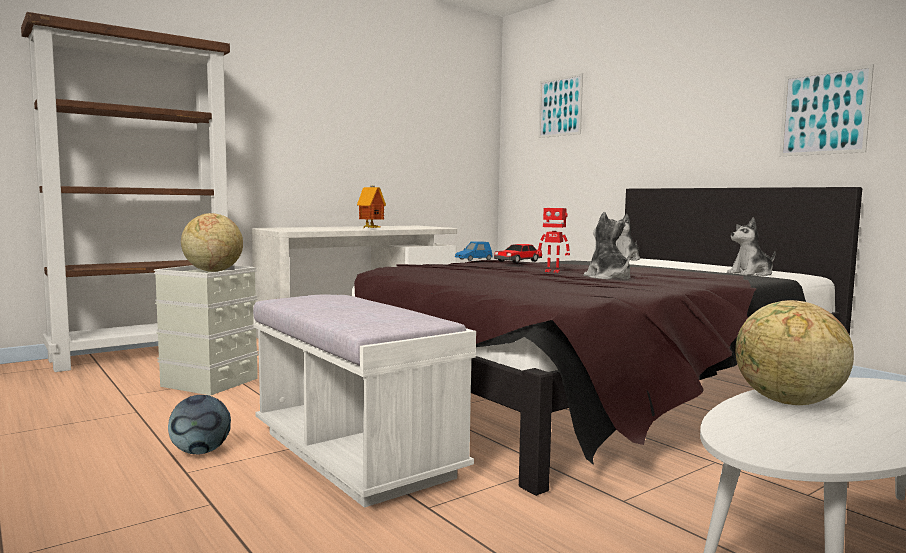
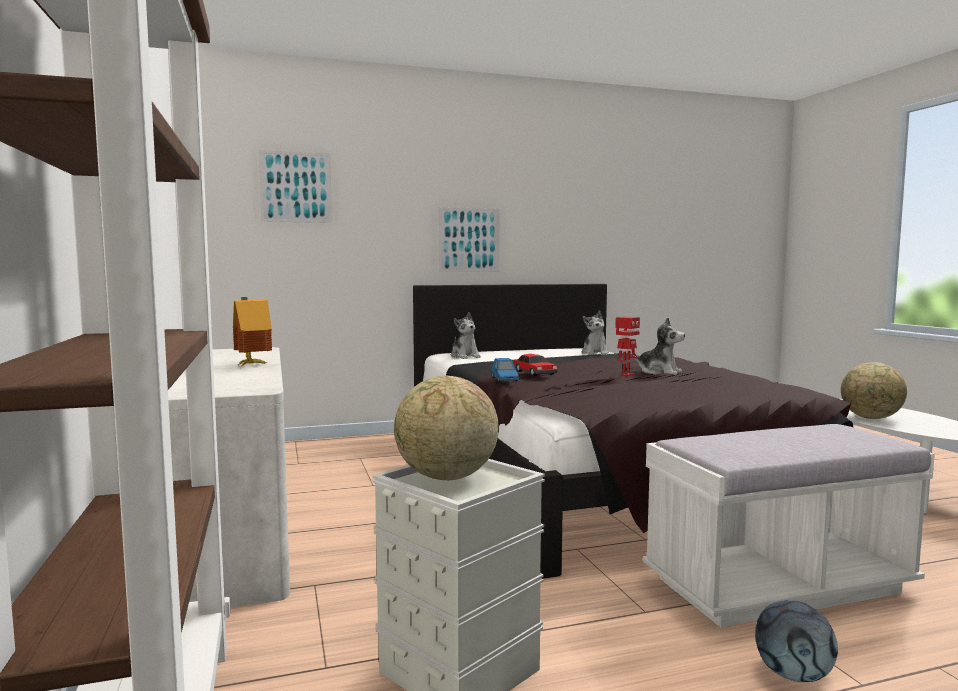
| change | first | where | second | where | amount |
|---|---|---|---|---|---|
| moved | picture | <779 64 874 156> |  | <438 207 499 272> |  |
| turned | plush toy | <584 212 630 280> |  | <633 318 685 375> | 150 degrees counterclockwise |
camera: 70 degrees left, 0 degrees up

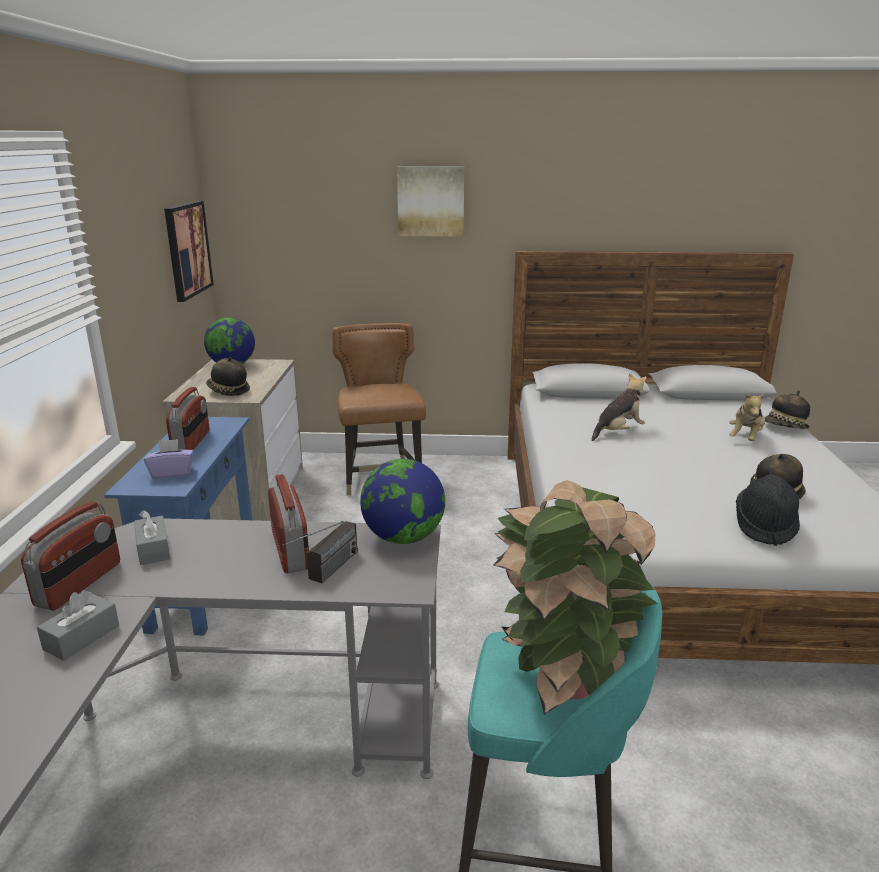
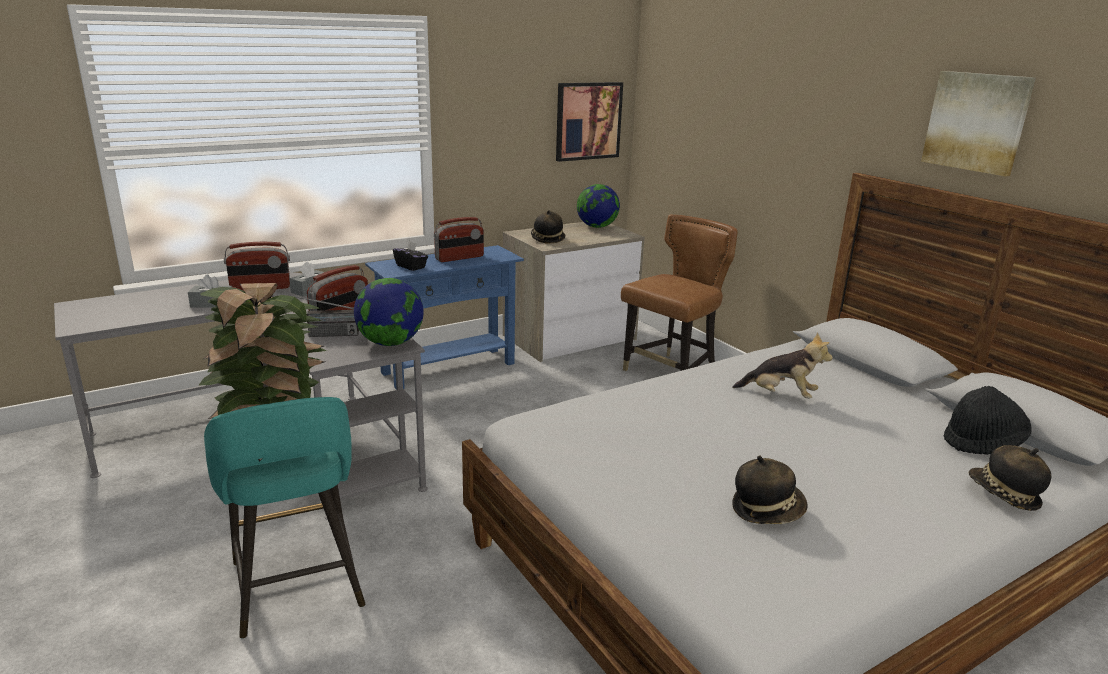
| change | first | where | second | where | amount |
|---|---|---|---|---|---|
| recoloured | box of tissues/purple-coloured | <144 439 194 479> | box of tissues/black | <393 241 428 271> |  |
| moved | picture | <397 166 464 237> |  | <921 71 1036 177> |  |
| moved | clothing hat/black | <736 474 800 546> |  | <944 386 1032 455> |  |
| removed | plush toy | <729 393 765 441> |  |  |  |
camera: 55 degrees right, 0 degrees up

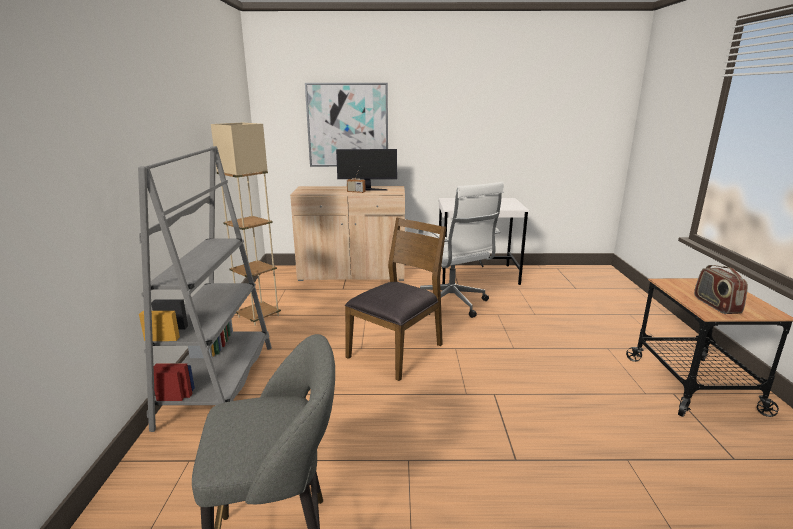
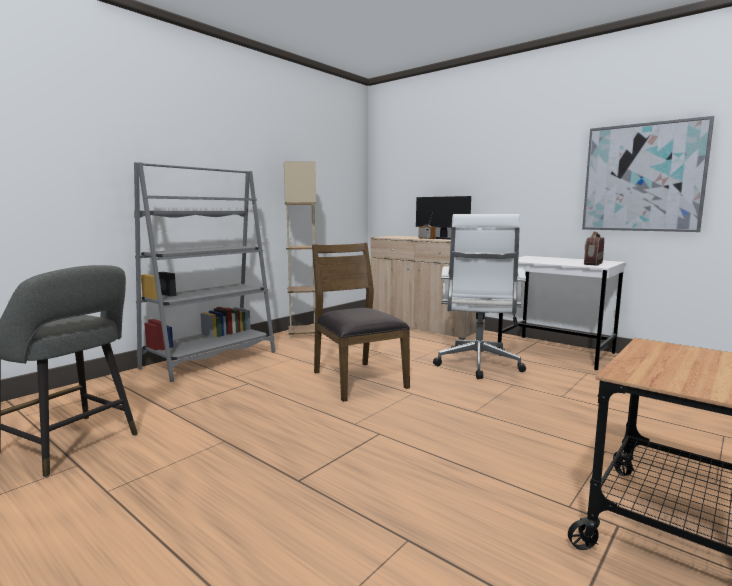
| change | first | where | second | where | amount |
|---|---|---|---|---|---|
| turned | chair/brown | <345 218 446 381> |  | <312 243 410 402> | 105 degrees counterclockwise |
| moved | picture | <305 83 388 167> |  | <582 116 714 232> |  |
| moved | radio set | <694 265 748 314> |  | <584 231 604 266> |  |
camera: 40 degrees right, 10 degrees down

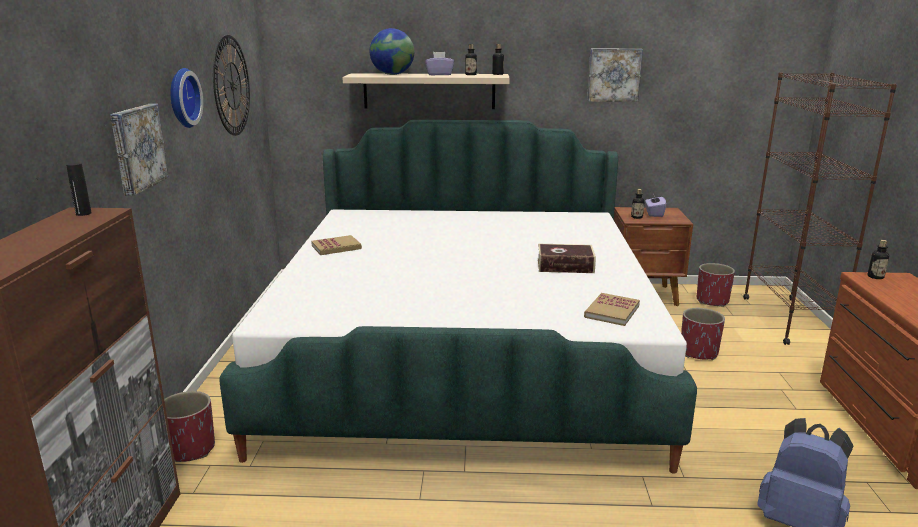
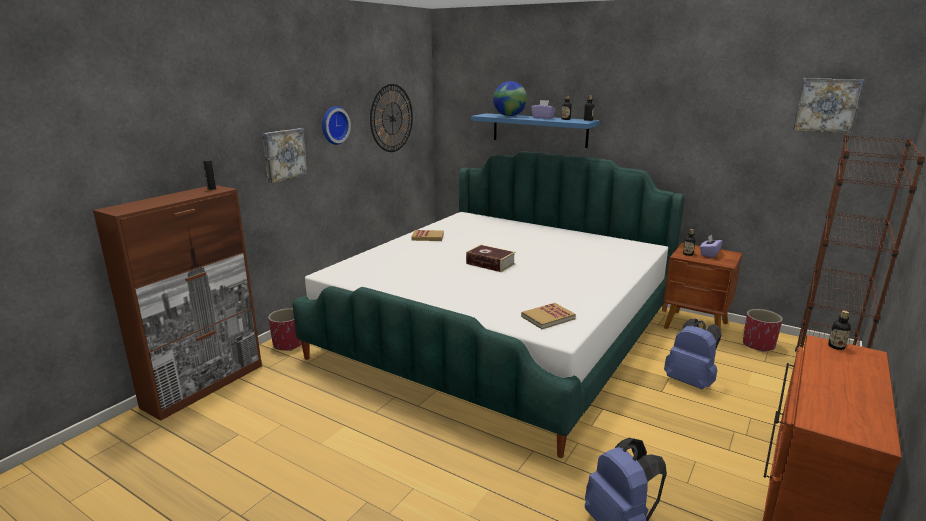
| change | first | where | second | where | amount |
|---|---|---|---|---|---|
| moved | bound book | <538 244 596 273> |  | <466 245 516 272> |  |
| recoloured | wall shelf/beige-coloured | <342 73 510 109> | wall shelf/blue-coloured | <471 113 600 148> |  |
| replaced | planter/red | <681 308 725 360> | backpack/blue-coloured | <664 319 722 389> |  |
| moved | picture | <587 49 643 102> |  | <793 78 864 134> |  |
camera: 30 degrees right, 0 degrees up

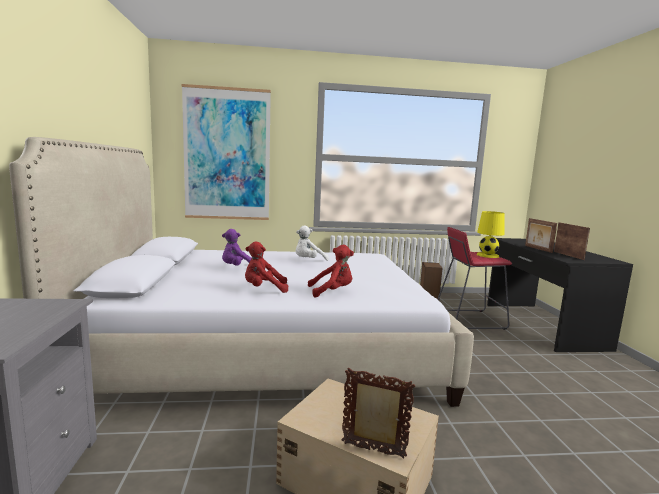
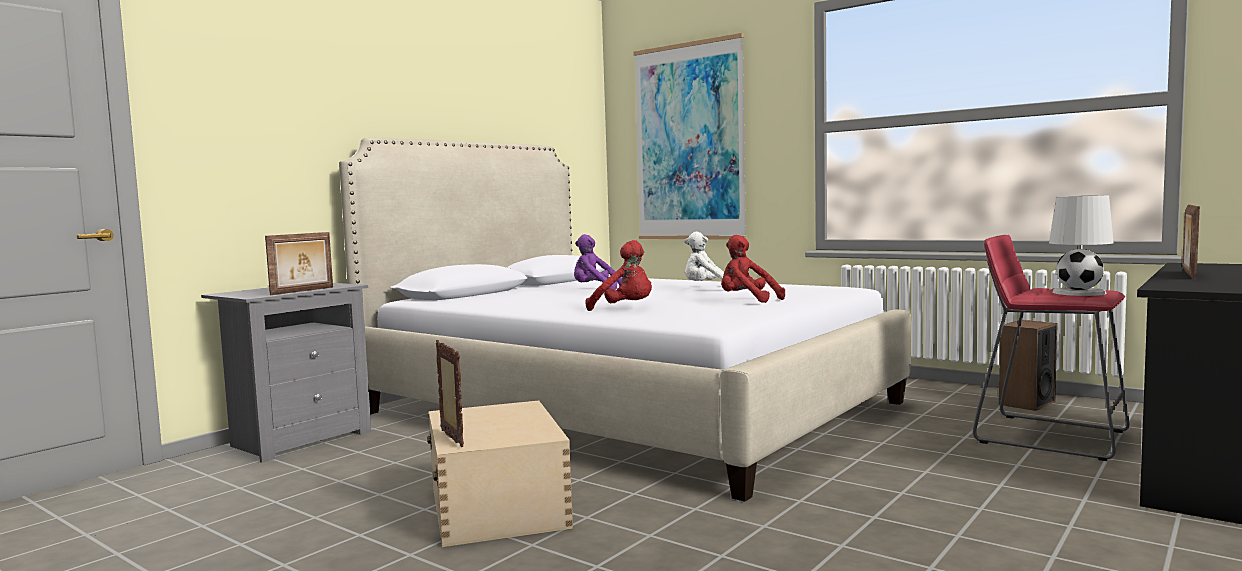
| change | first | where | second | where | amount |
|---|---|---|---|---|---|
| moved | photo frame | <554 222 590 260> |  | <265 232 333 295> |  |
| moved | plush toy/red | <245 241 288 293> |  | <721 235 785 303> |  |
| recoloured | lamp for a table/yellow | <477 211 505 258> | lamp for a table/whitish | <1049 195 1114 296> |  |
camera: 45 degrees right, 5 degrees down

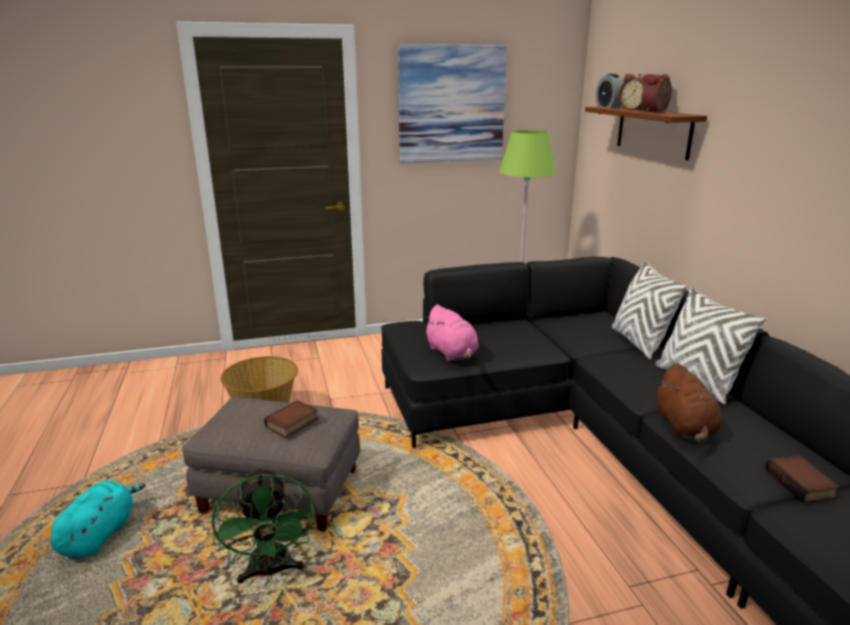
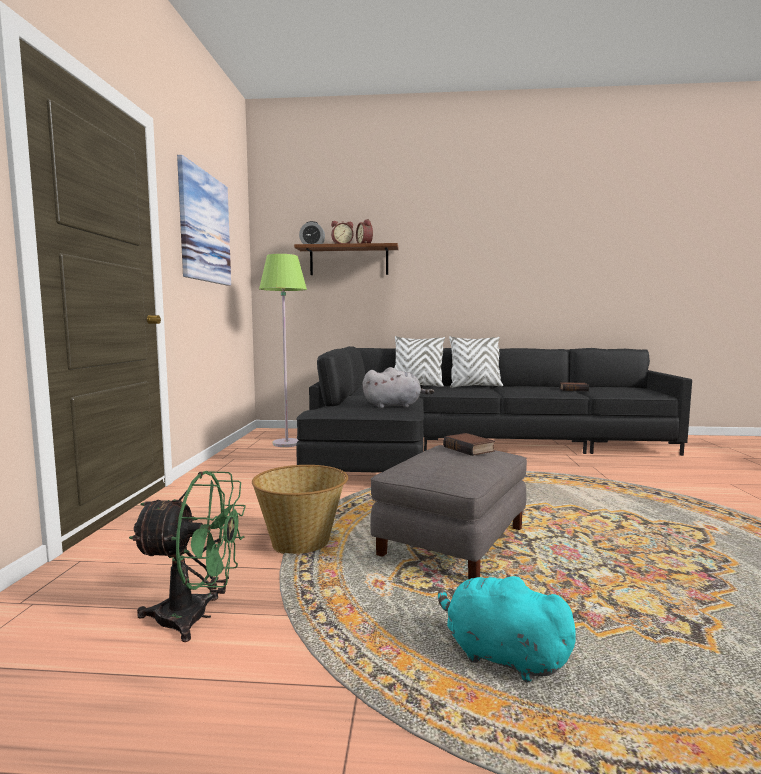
| change | first | where | second | where | amount |
|---|---|---|---|---|---|
| moved | cooling fan/green-coloured | <212 467 315 583> |  | <129 471 246 642> |  |
| recoloured | plush toy/pinkish | <423 305 479 361> | plush toy/gray | <362 367 434 408> |  |
| removed | plush toy/brown | <657 363 722 443> |  |  |  |
camera: 70 degrees left, 15 degrees down

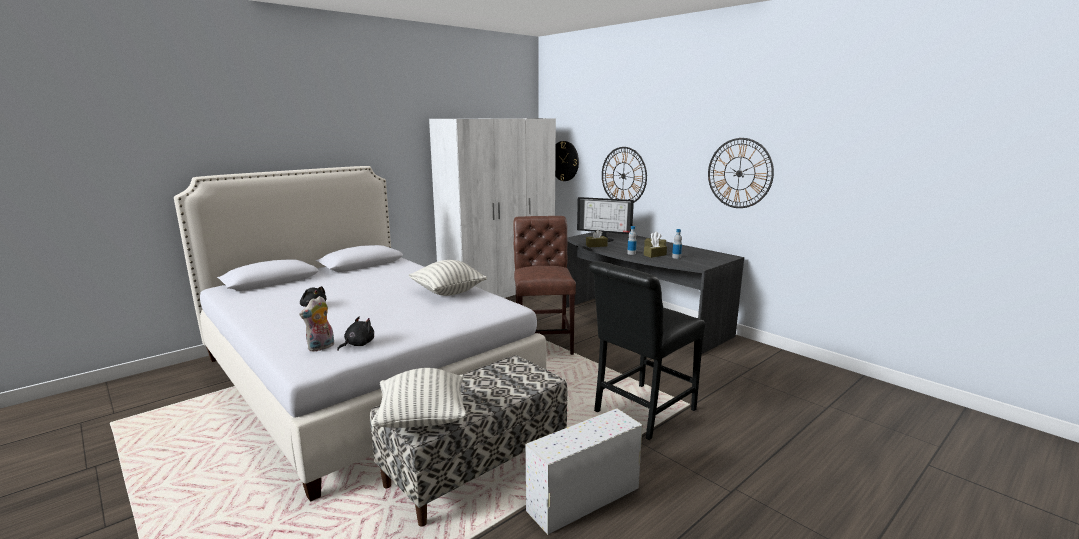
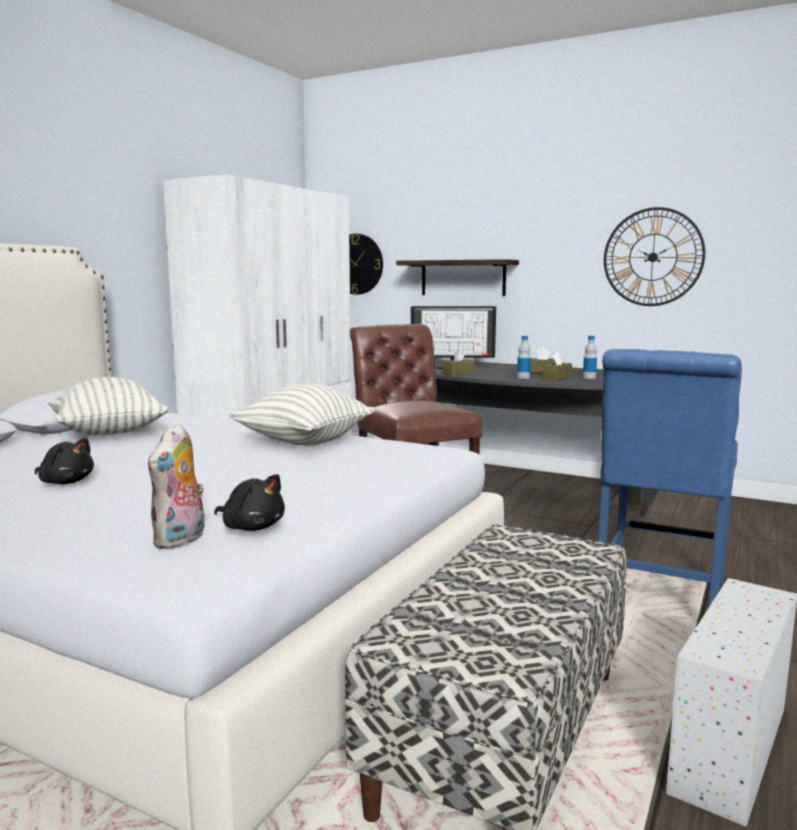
| change | first | where | second | where | amount |
|---|---|---|---|---|---|
| moved | throw pillow | <371 368 467 428> |  | <48 377 169 435> |  |
| turned | plush toy/black | <337 317 374 351> |  | <214 474 285 531> | 105 degrees clockwise |
| replaced | wall clock | <602 147 647 202> | wall shelf | <396 259 519 296> |  |
| recoloured | chair/black | <589 261 706 440> | chair/blue-coloured | <598 349 742 608> |  |
camera: 20 degrees left, 5 degrees down

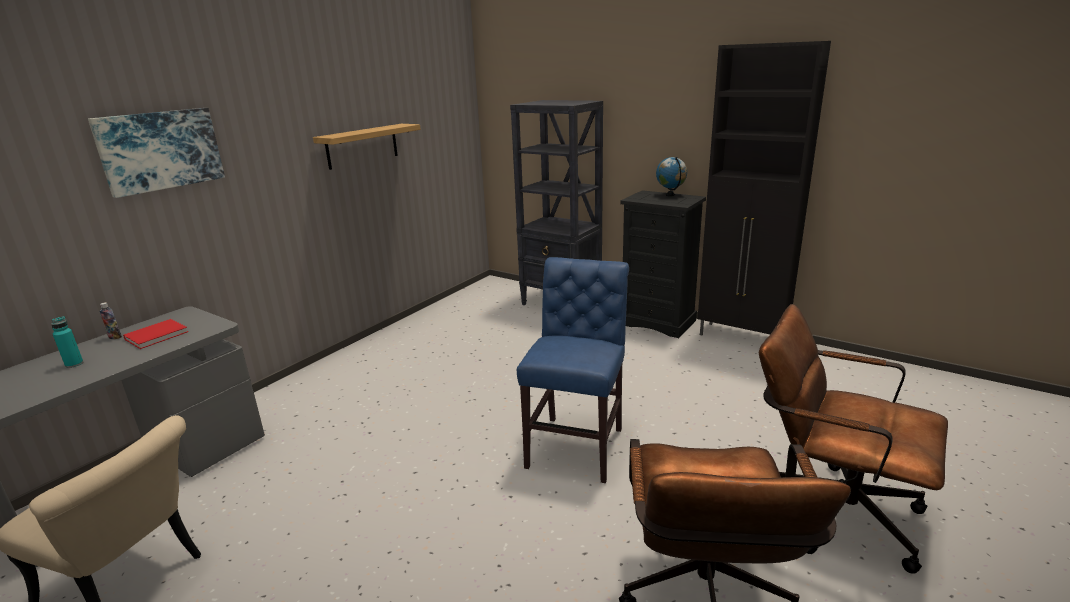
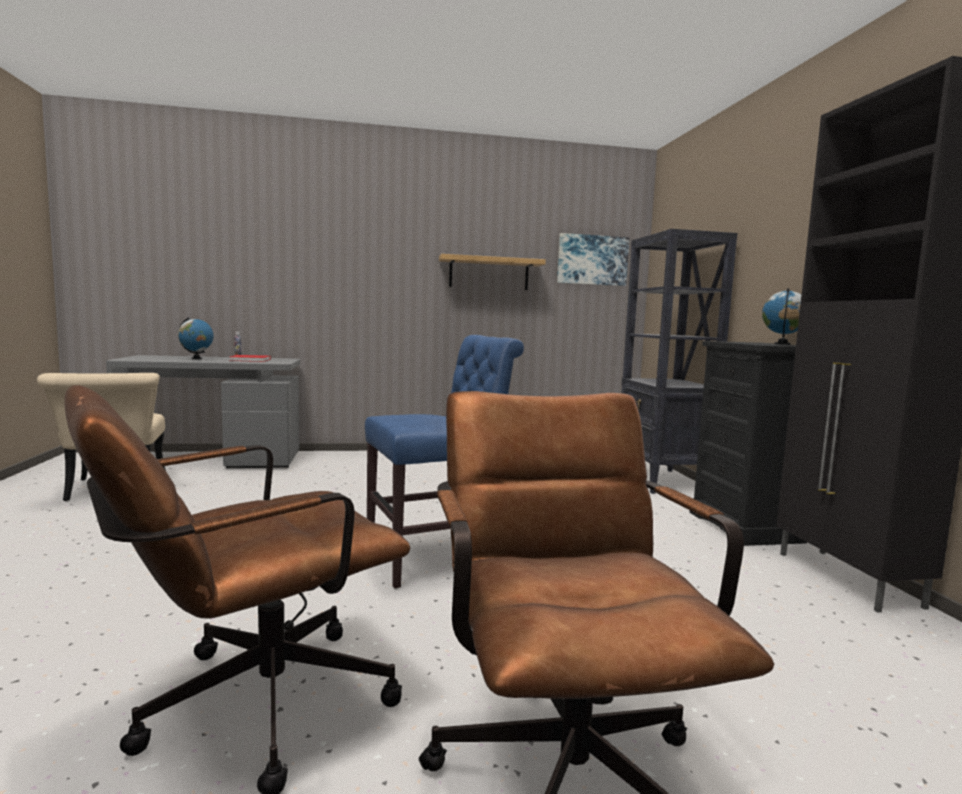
| change | first | where | second | where | amount |
|---|---|---|---|---|---|
| replaced | beverage bottle/turquoise-coloured | <52 316 83 368> | desk globe | <178 317 214 359> |  |
| moved | picture | <88 108 225 198> |  | <557 233 629 286> |  |
camera: 45 degrees right, 15 degrees down

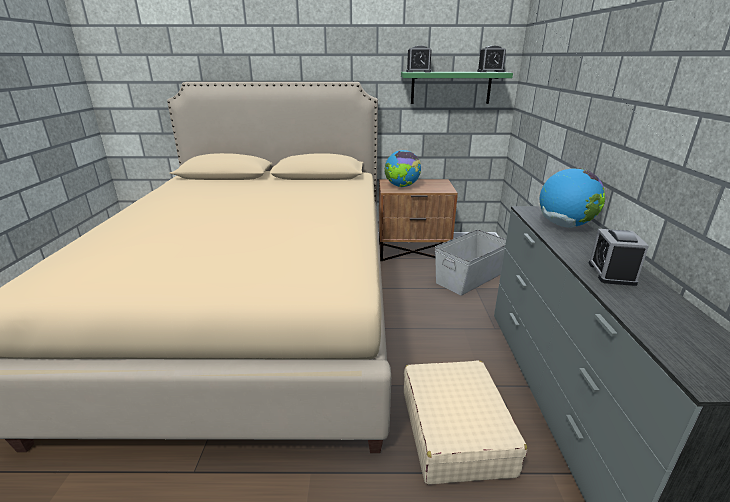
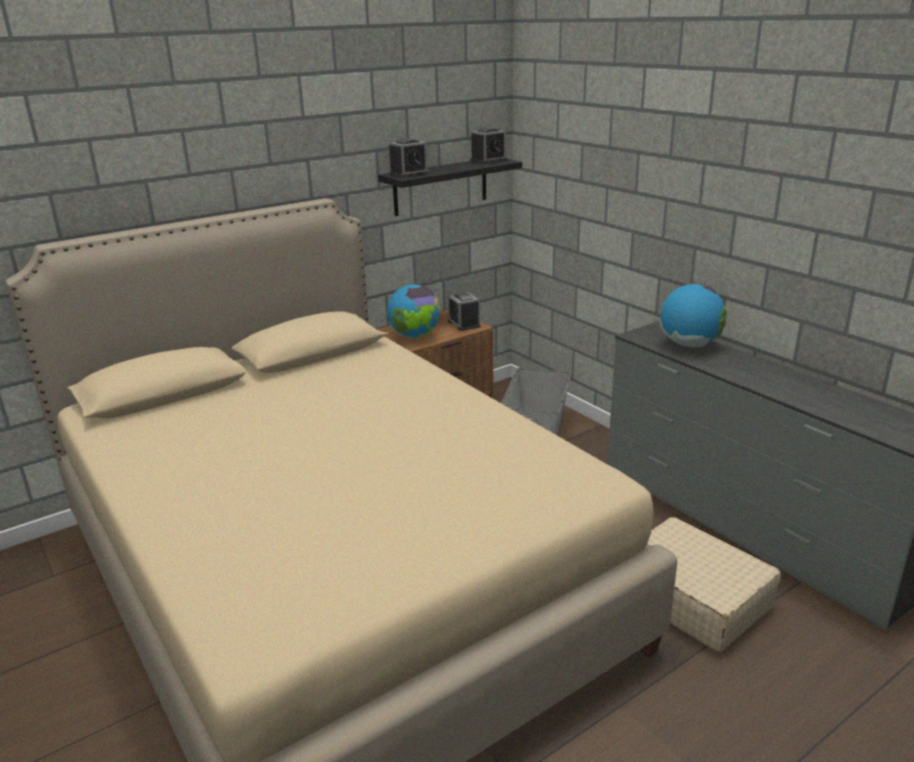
| change | first | where | second | where | amount |
|---|---|---|---|---|---|
| recoloured | wall shelf/green-coloured | <401 72 513 104> | wall shelf/black | <378 159 522 216> |  |
| moved | bedside clock | <588 229 649 286> |  | <448 292 480 331> |  |
camera: 35 degrees left, 0 degrees up

